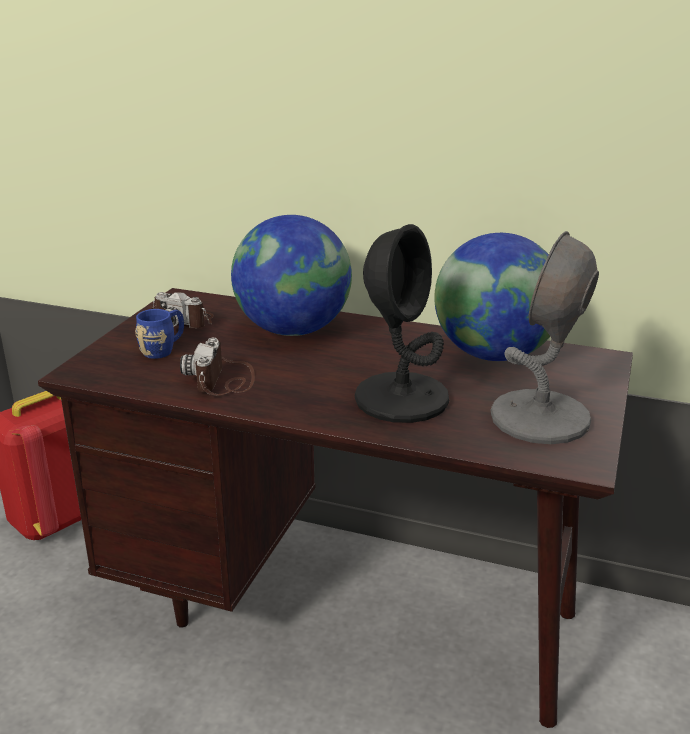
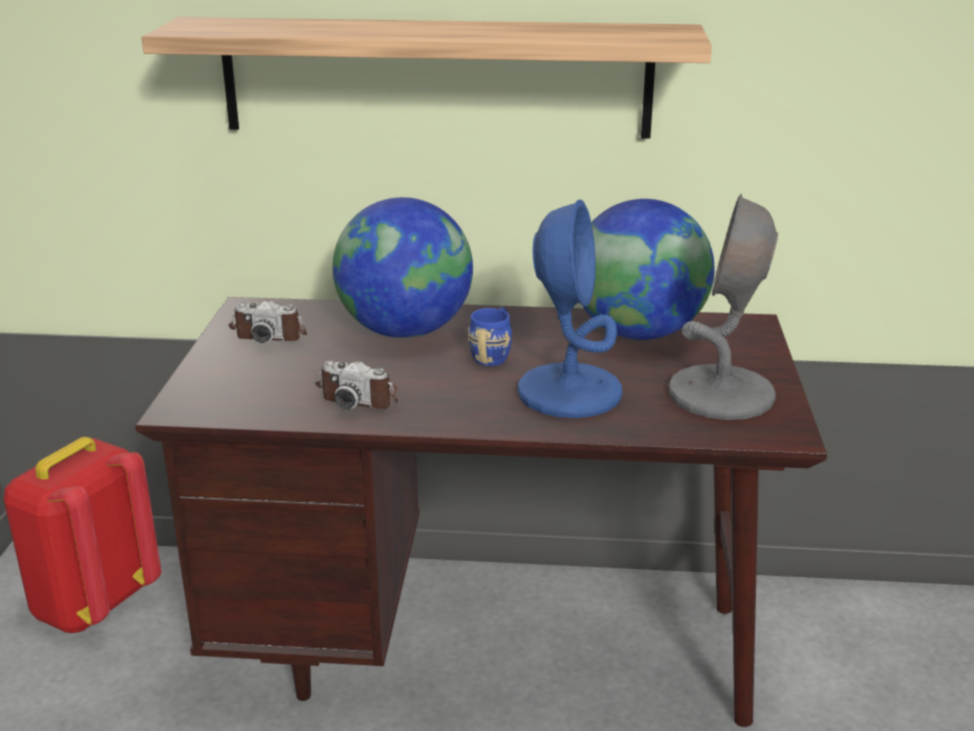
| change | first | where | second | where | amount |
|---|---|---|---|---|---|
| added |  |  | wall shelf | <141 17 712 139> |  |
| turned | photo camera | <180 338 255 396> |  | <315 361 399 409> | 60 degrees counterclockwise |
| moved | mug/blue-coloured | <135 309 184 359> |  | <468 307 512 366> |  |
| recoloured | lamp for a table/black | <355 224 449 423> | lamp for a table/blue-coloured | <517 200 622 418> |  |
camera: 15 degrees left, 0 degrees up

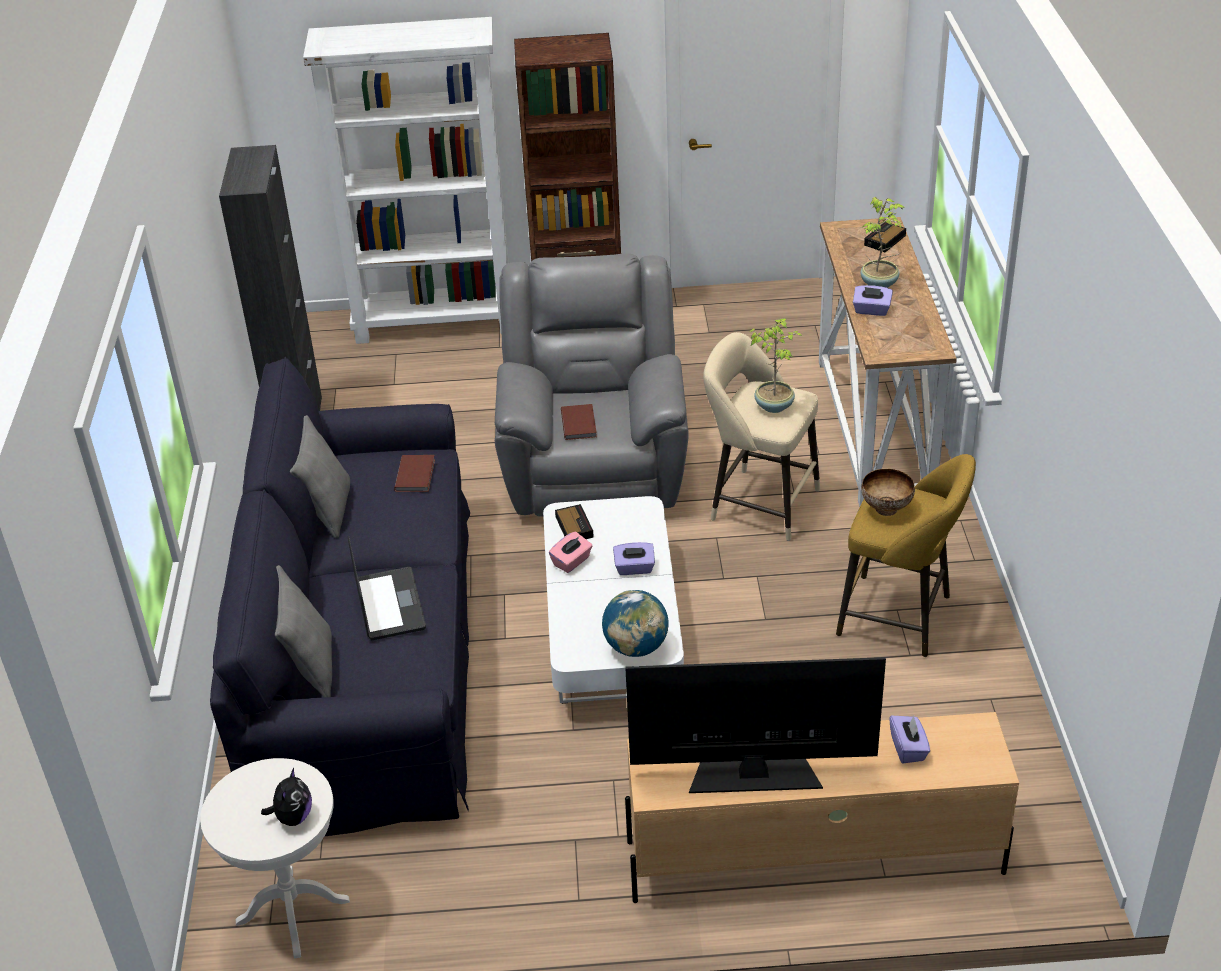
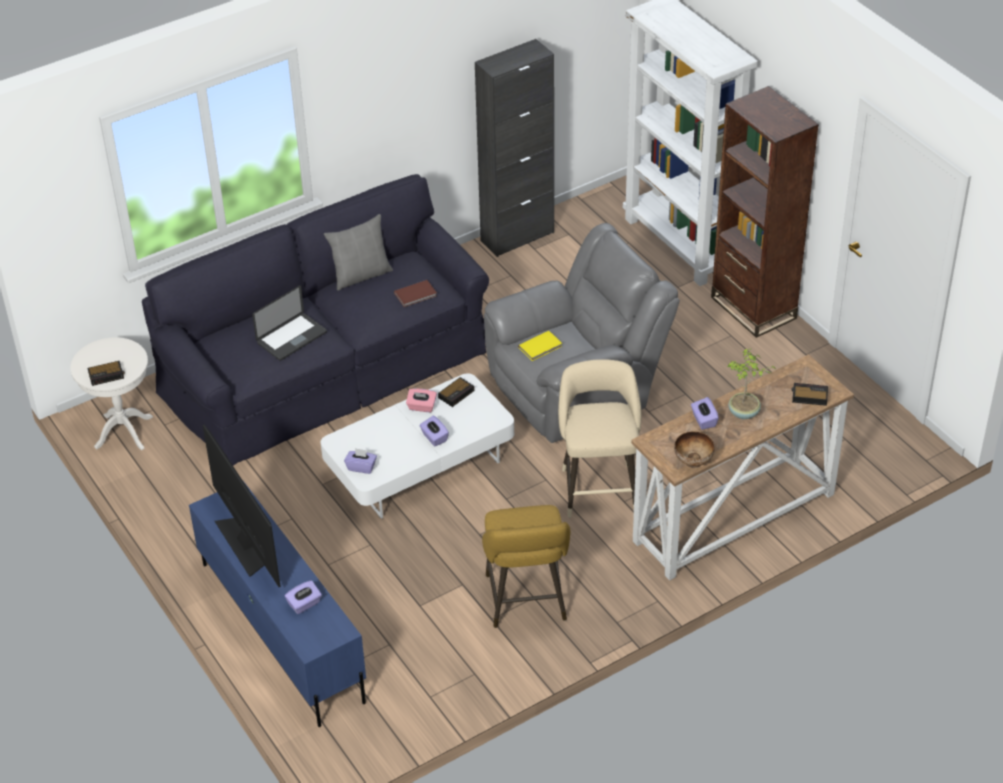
| change | first | where | second | where | amount |
|---|---|---|---|---|---|
| replaced | plush toy | <261 768 312 826> | bedside clock | <88 361 125 386> |  |
| recoloured | tv stand/beige-coloured | <625 712 1019 903> | tv stand/blue-coloured | <189 481 366 727> |  |
| replaced | desk globe | <602 590 669 657> | box of tissues/purple-coloured | <344 448 377 474> |  |
| recoloured | bound book/brown | <561 404 597 440> | bound book/yellow | <518 331 562 361> |  |
| moved | bowl | <861 468 915 516> |  | <674 431 714 468> |  |
| removed | throw pillow/gray | <275 565 332 697> |  |  |  |
| removed | potted plant | <749 318 803 413> |  |  |  |
camera: 60 degrees right, 5 degrees up

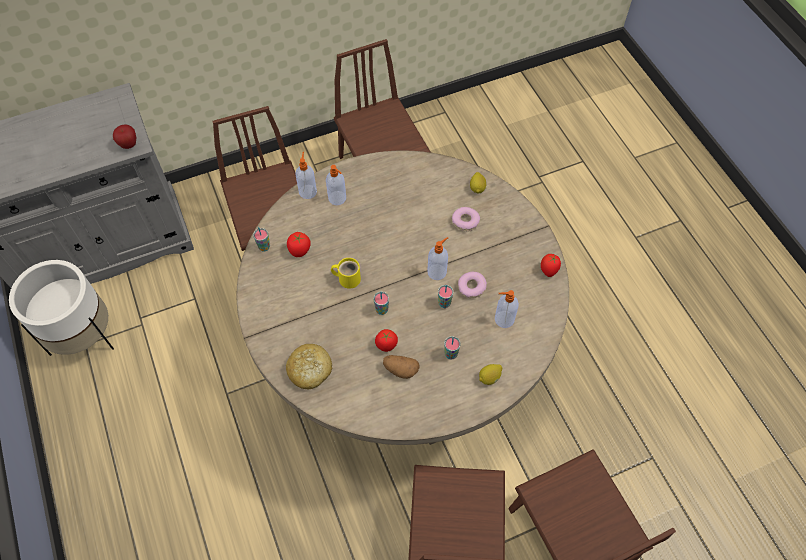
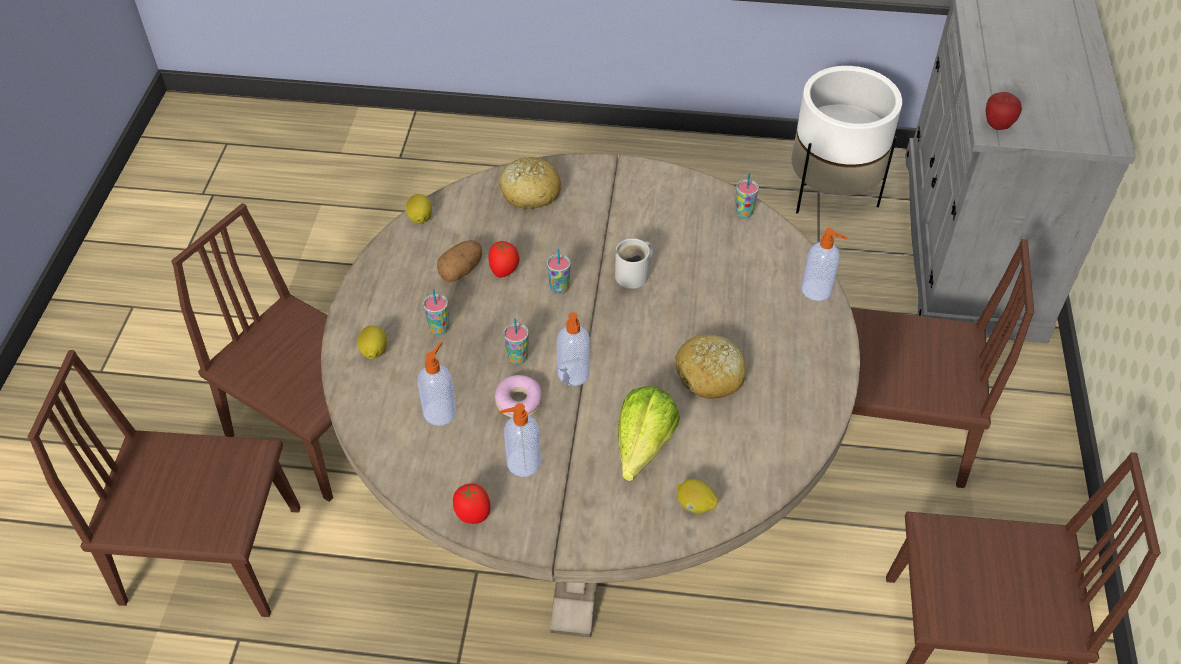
| change | first | where | second | where | amount |
|---|---|---|---|---|---|
| added |  |  | citrus fruit | <406 194 432 224> |  |
| moved | liquid soap bottle | <326 165 346 205> |  | <499 403 541 477> |  |
| recoloured | mug/yellow | <331 258 361 289> | mug/whitish | <615 238 653 289> |  |
| replaced | ring doughnut | <452 207 480 231> | lettuce head | <618 386 680 481> |  |
| added |  |  | bakery bread | <675 335 746 399> |  |
| removed | fresh tomato | <287 232 311 257> |  |  |  |
camera: 120 degrees right, 10 degrees down

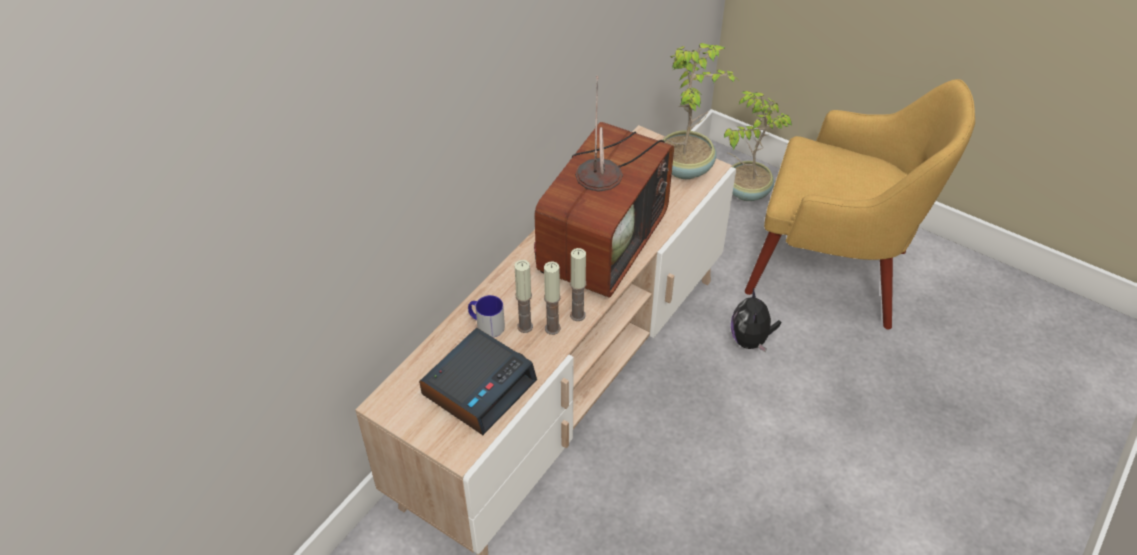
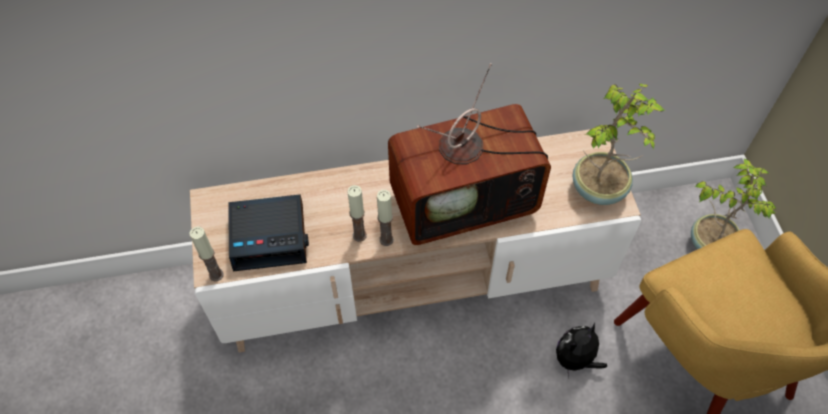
| change | first | where | second | where | amount |
|---|---|---|---|---|---|
| moved | candle | <514 260 533 333> |  | <189 226 224 281> |  |
| removed | mug | <468 295 505 337> |  |  |  |
camera: 45 degrees right, 10 degrees up

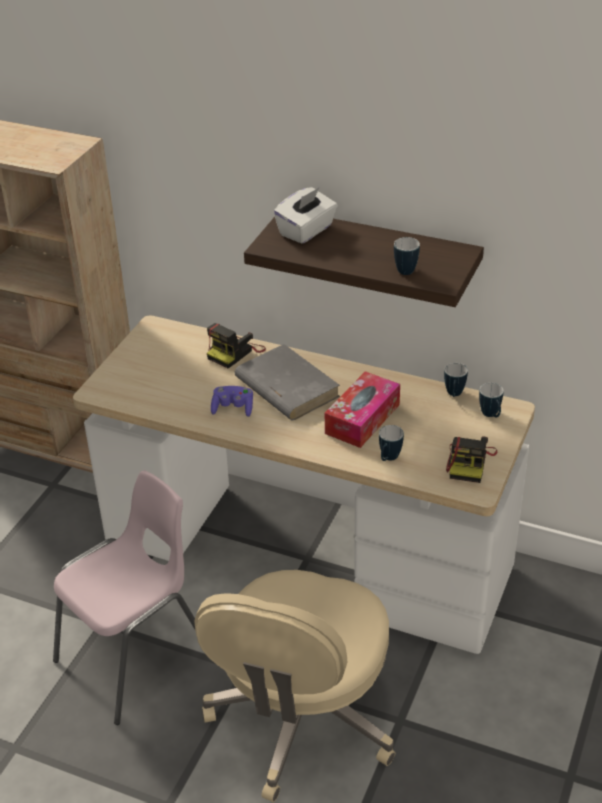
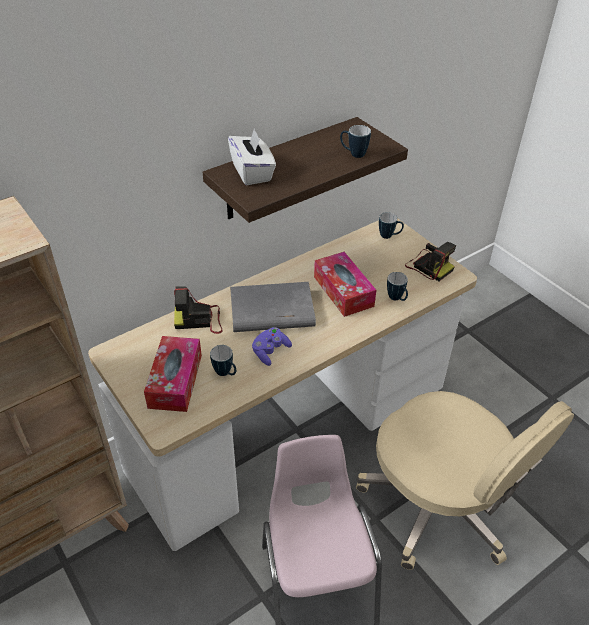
| change | first | where | second | where | amount |
|---|---|---|---|---|---|
| added |  |  | box of tissues | <144 336 202 412> |  |
| turned | photo camera | <207 323 266 368> |  | <174 286 223 334> | 105 degrees clockwise |
| moved | mug | <444 363 468 397> |  | <210 345 236 376> |  |
camera: 60 degrees left, 5 degrees up

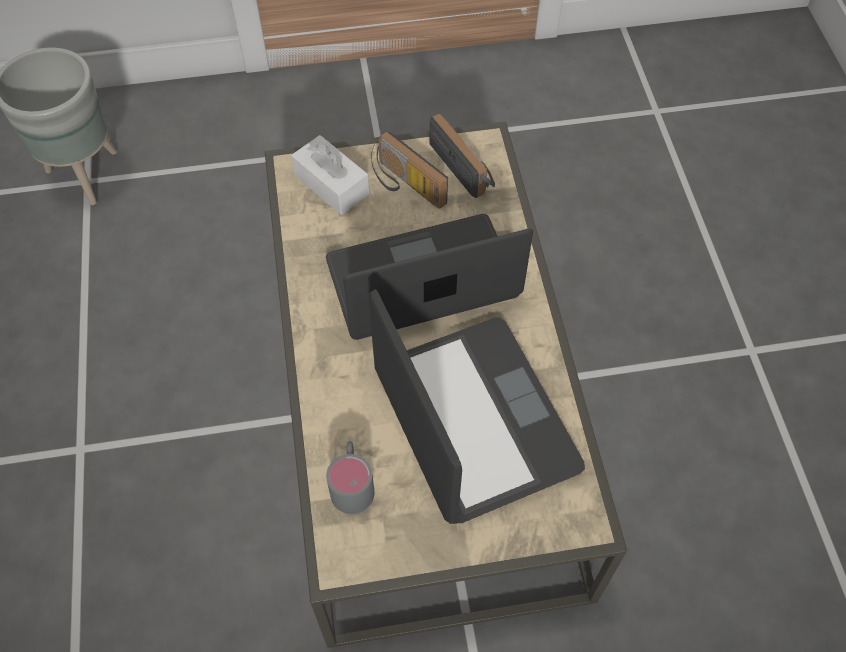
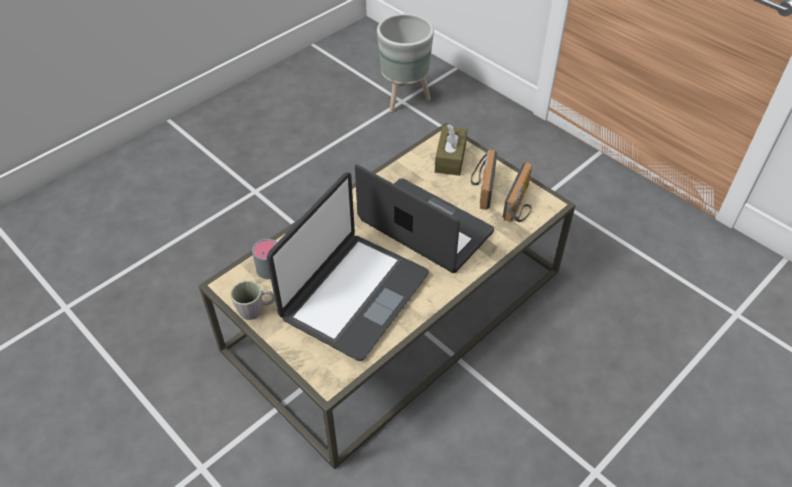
| change | first | where | second | where | amount |
|---|---|---|---|---|---|
| added |  |  | mug/gray | <230 281 275 320> |  |
| recoloured | box of tissues/whitish | <291 135 369 215> | box of tissues/brown | <435 124 468 176> |  |
camera: 55 degrees right, 10 degrees down

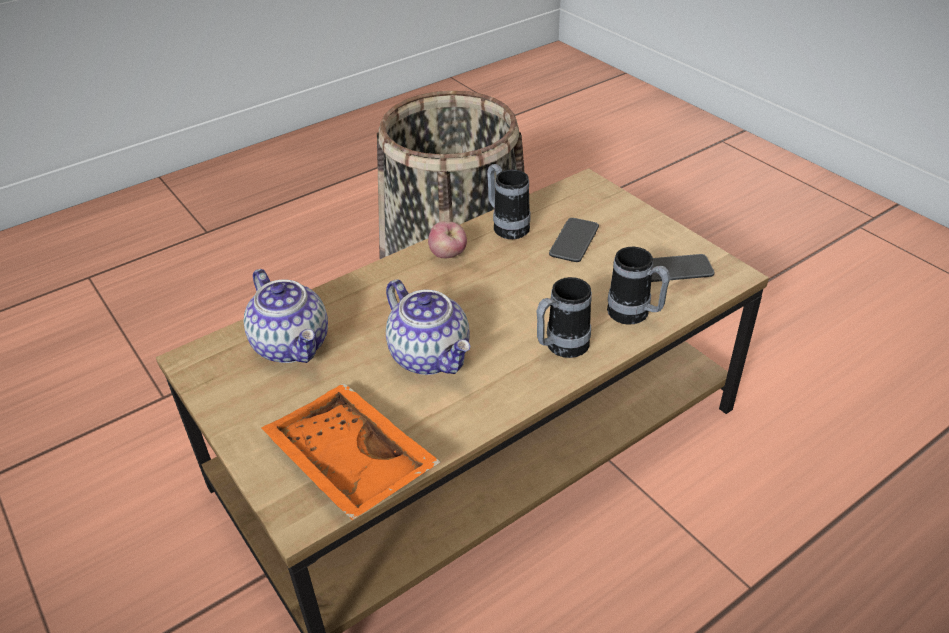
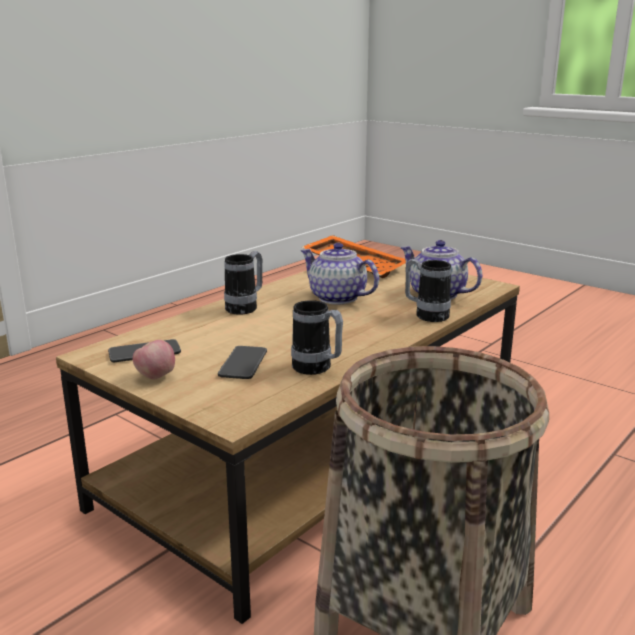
| change | first | where | second | where | amount |
|---|---|---|---|---|---|
| moved | apple | <428 221 467 258> |  | <133 340 175 379> |  |
| moved | mug | <607 247 670 325> |  | <405 259 451 322> |  |
camera: 165 degrees right, 20 degrees down

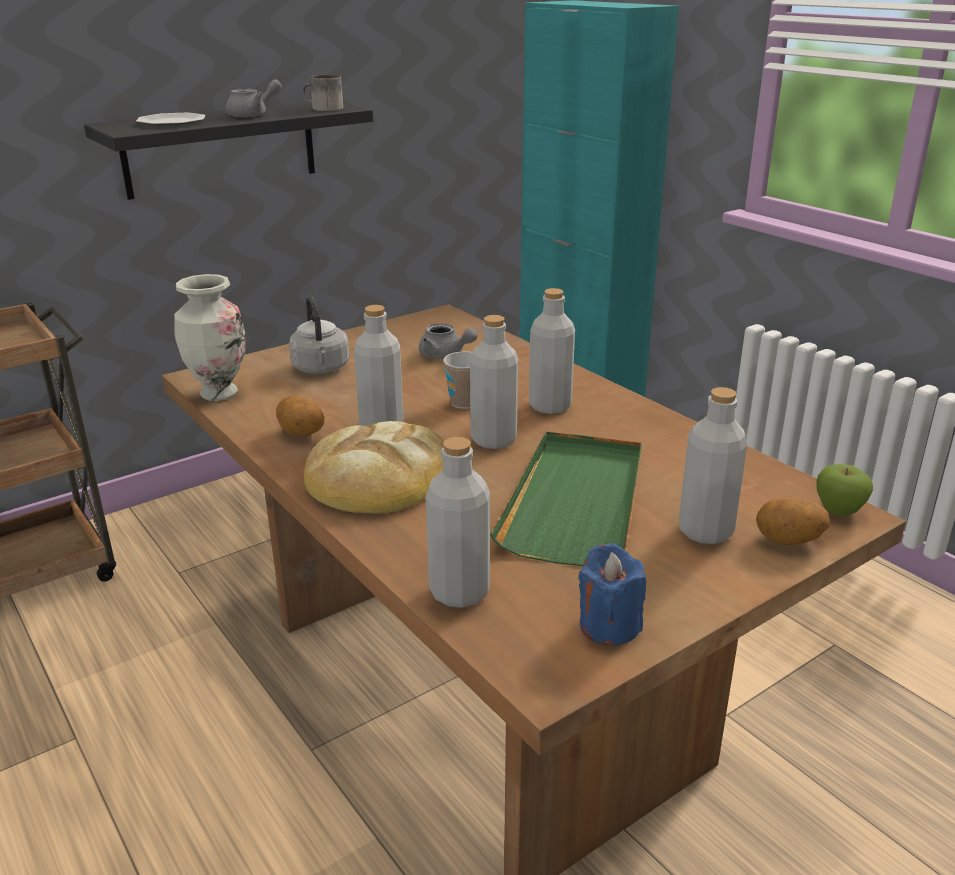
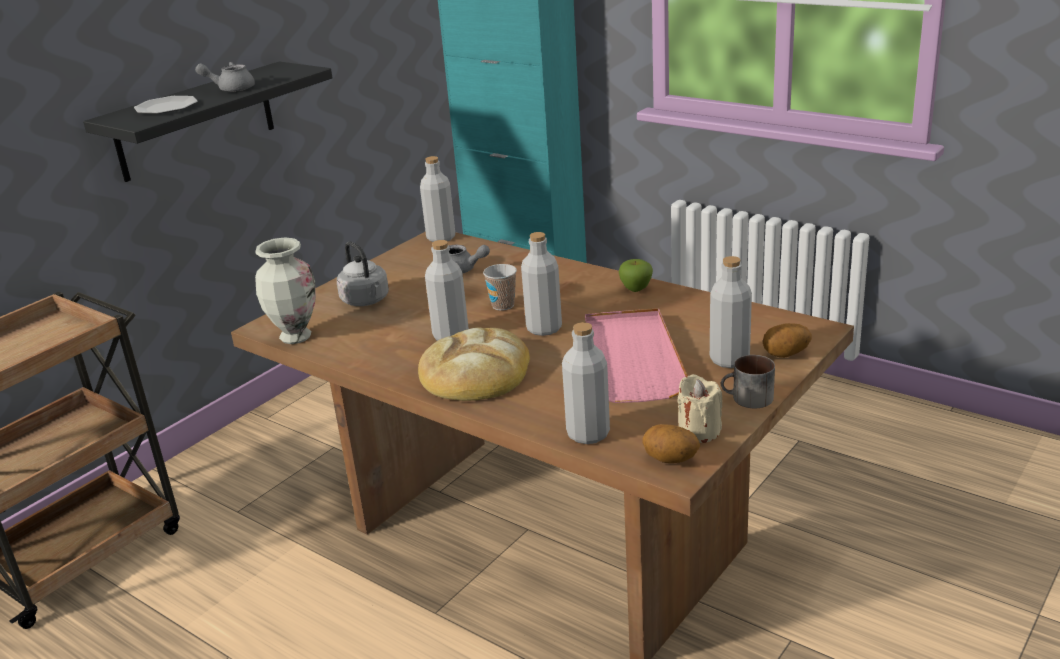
| change | first | where | second | where | amount |
|---|---|---|---|---|---|
| turned | tea pot/gray | <225 80 282 118> |  | <195 62 255 92> | 135 degrees counterclockwise |
| moved | beverage bottle/gray | <529 288 575 414> |  | <420 156 455 242> |  |
| recoloured | serving tray/green-coloured | <490 432 642 566> | serving tray/pinkish | <585 308 688 403> |  |
| moved | apple | <817 464 873 516> |  | <619 259 653 292> |  |
| moved | spud | <276 396 325 436> |  | <642 424 700 463> |  |
| recoloured | candle/blue-coloured | <578 543 646 646> | candle/beige-coloured | <677 374 723 443> |  |
| moved | mug | <302 75 343 111> |  | <721 355 775 408> |  |
camera: 15 degrees left, 0 degrees up

